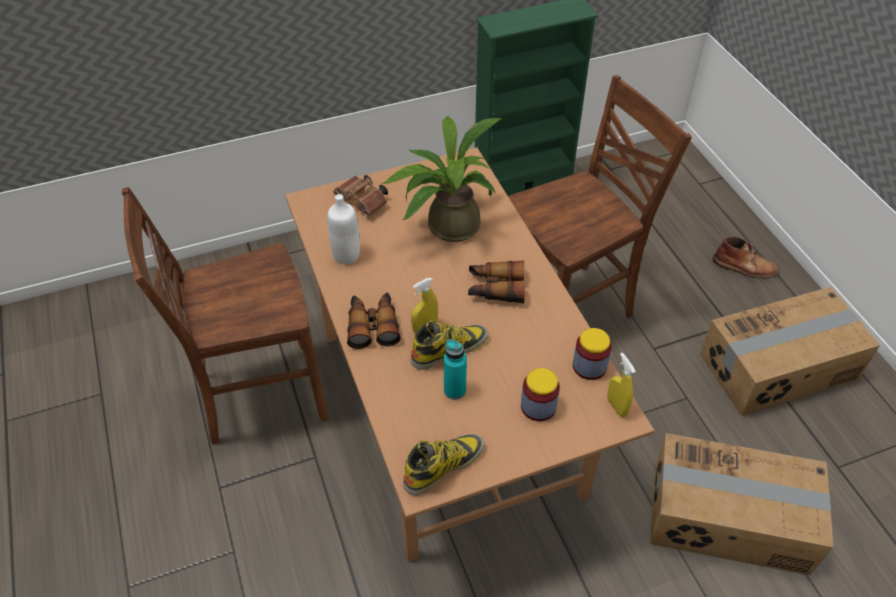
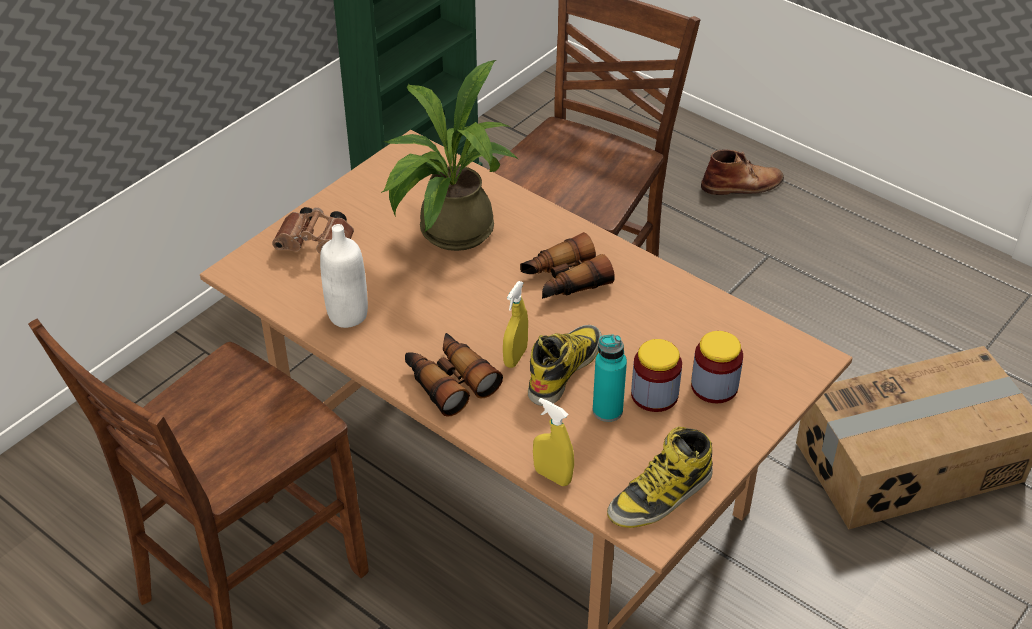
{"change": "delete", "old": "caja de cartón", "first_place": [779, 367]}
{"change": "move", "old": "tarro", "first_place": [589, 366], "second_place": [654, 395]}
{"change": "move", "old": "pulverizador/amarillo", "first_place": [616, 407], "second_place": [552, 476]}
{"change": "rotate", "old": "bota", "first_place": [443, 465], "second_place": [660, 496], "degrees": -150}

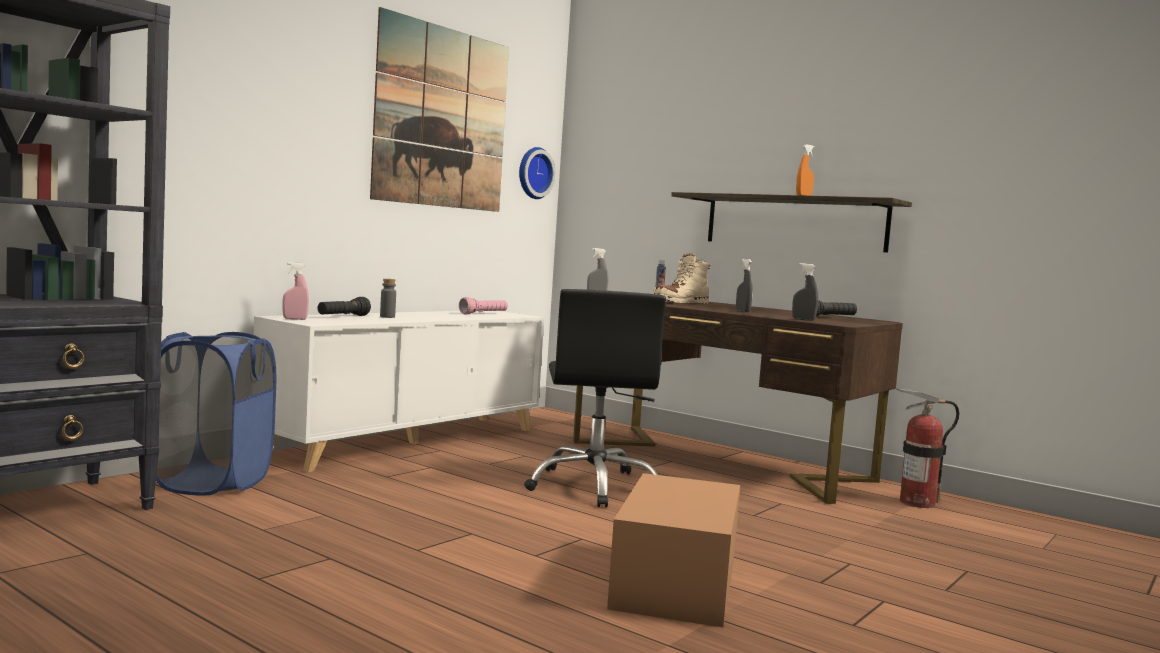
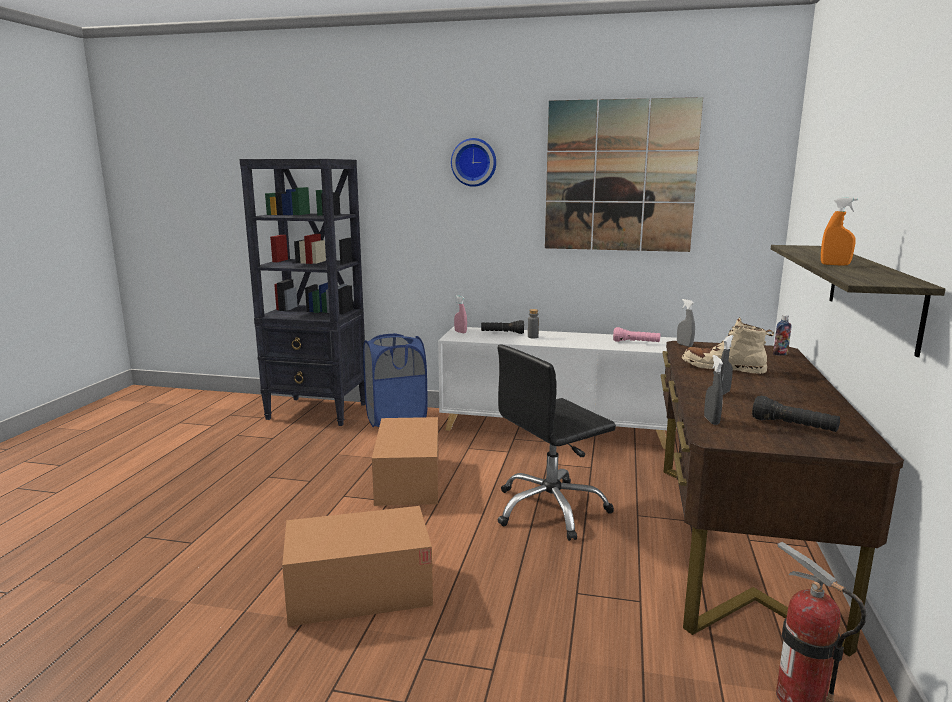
{"change": "move", "old": "reloj de pared", "first_place": [533, 173], "second_place": [474, 162]}
{"change": "insert", "new": "caja de cartón", "second_place": [408, 480]}

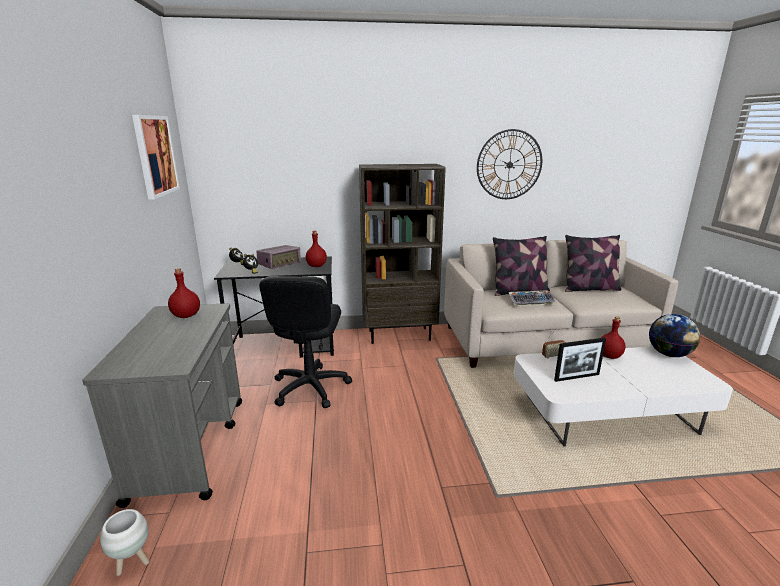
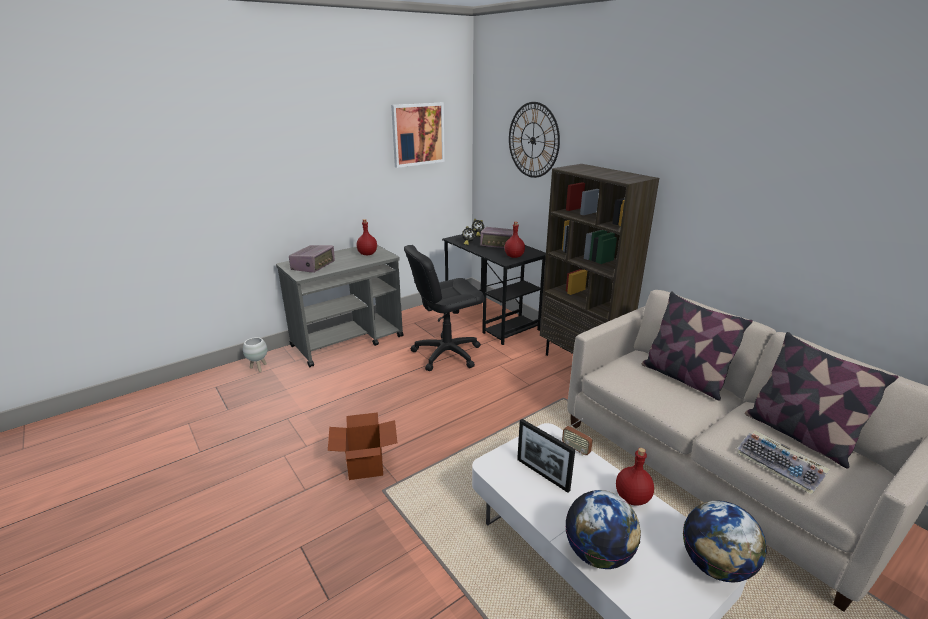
{"change": "move", "old": "reloj de pared", "first_place": [509, 165], "second_place": [533, 140]}
{"change": "move", "old": "teclado", "first_place": [531, 301], "second_place": [780, 466]}
{"change": "insert", "new": "radio", "second_place": [313, 266]}
{"change": "insert", "new": "caja de cartón", "second_place": [365, 465]}
{"change": "insert", "new": "globo terráqueo", "second_place": [598, 553]}

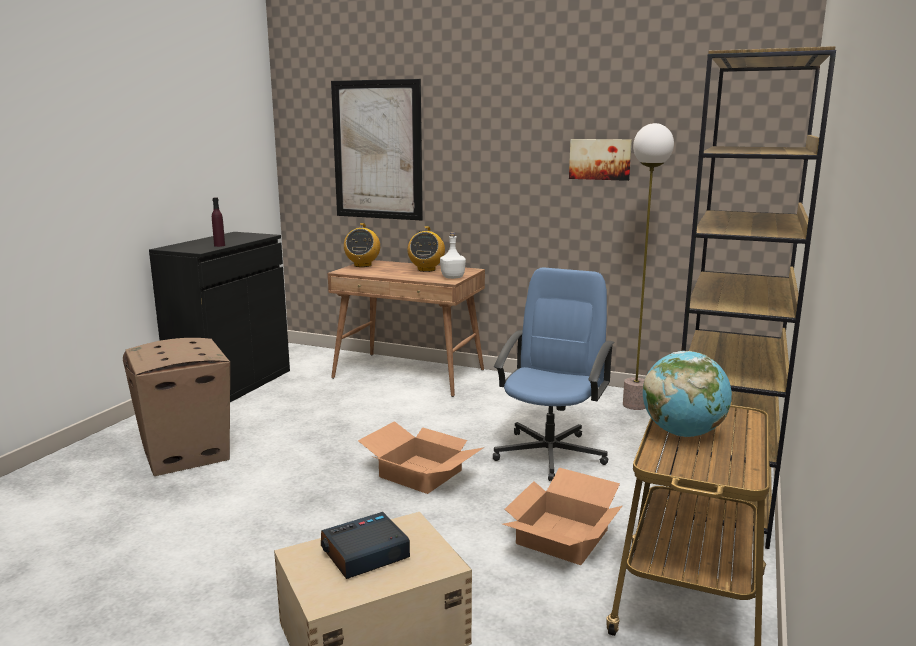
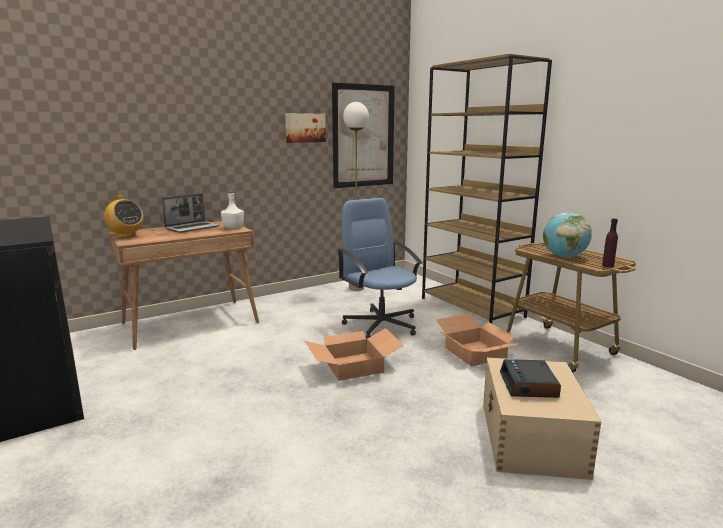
{"change": "move", "old": "cuadro", "first_place": [377, 150], "second_place": [363, 136]}
{"change": "move", "old": "botella/morado", "first_place": [219, 245], "second_place": [607, 266]}
{"change": "replace", "old": "radio", "new": "portátil", "first_place": [426, 269], "second_place": [193, 228]}
{"change": "delete", "old": "caja de cartón", "first_place": [186, 454]}

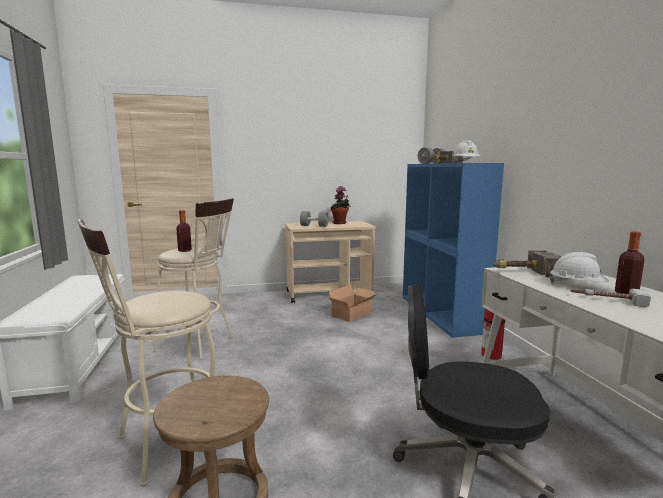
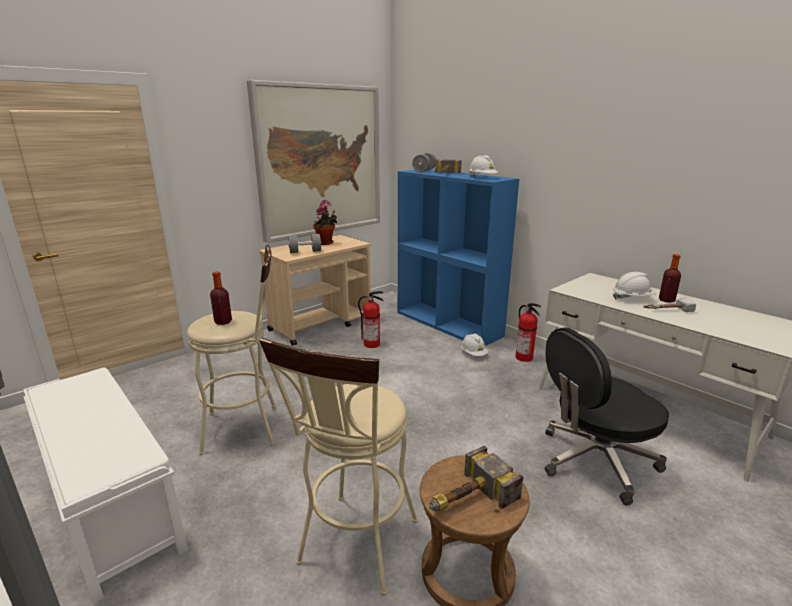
{"change": "move", "old": "martillo", "first_place": [523, 272], "second_place": [466, 499]}
{"change": "replace", "old": "caja de cartón", "new": "extintor", "first_place": [353, 314], "second_place": [372, 344]}
{"change": "insert", "new": "cuadro", "second_place": [320, 161]}
{"change": "insert", "new": "casco/blanco", "second_place": [473, 354]}

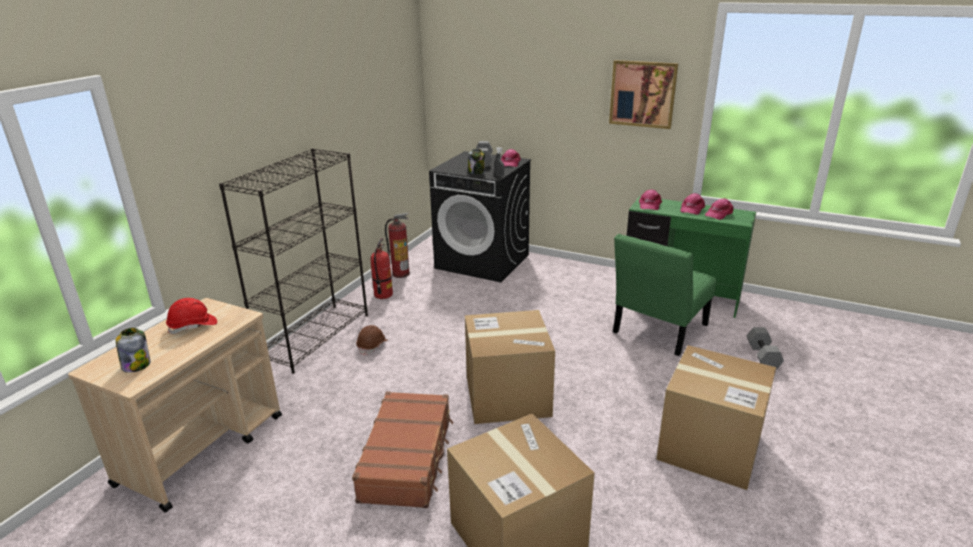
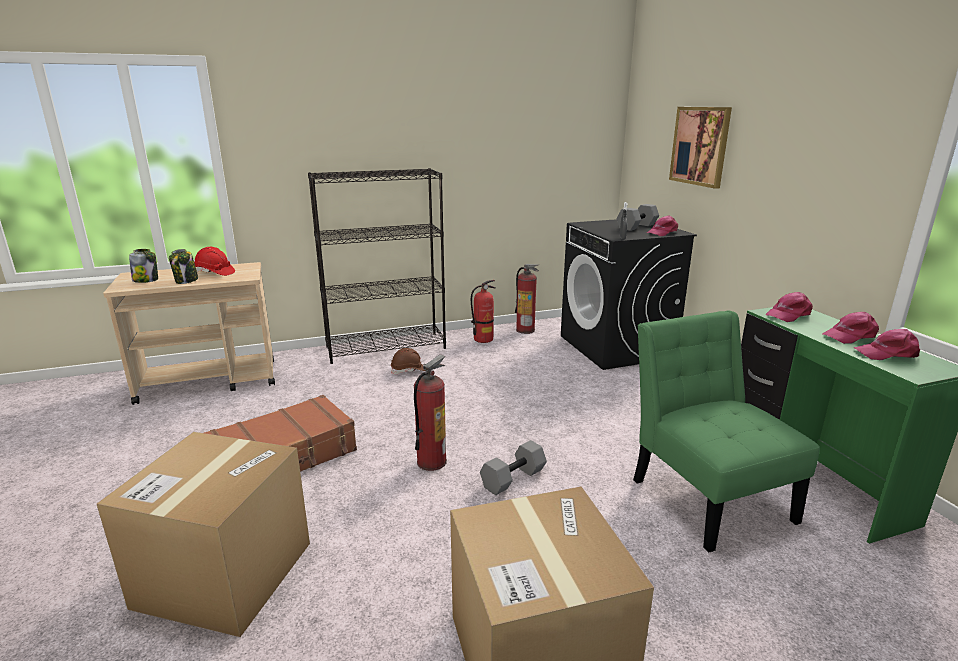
{"change": "move", "old": "cuadro", "first_place": [642, 94], "second_place": [700, 146]}
{"change": "move", "old": "tarro", "first_place": [477, 172], "second_place": [186, 281]}
{"change": "rotate", "old": "silla/verde", "first_place": [657, 331], "second_place": [706, 495], "degrees": 75}
{"change": "replace", "old": "caja de cartón", "new": "extintor", "first_place": [507, 396], "second_place": [431, 461]}
{"change": "move", "old": "mancuerna/gris", "first_place": [763, 356], "second_place": [513, 479]}

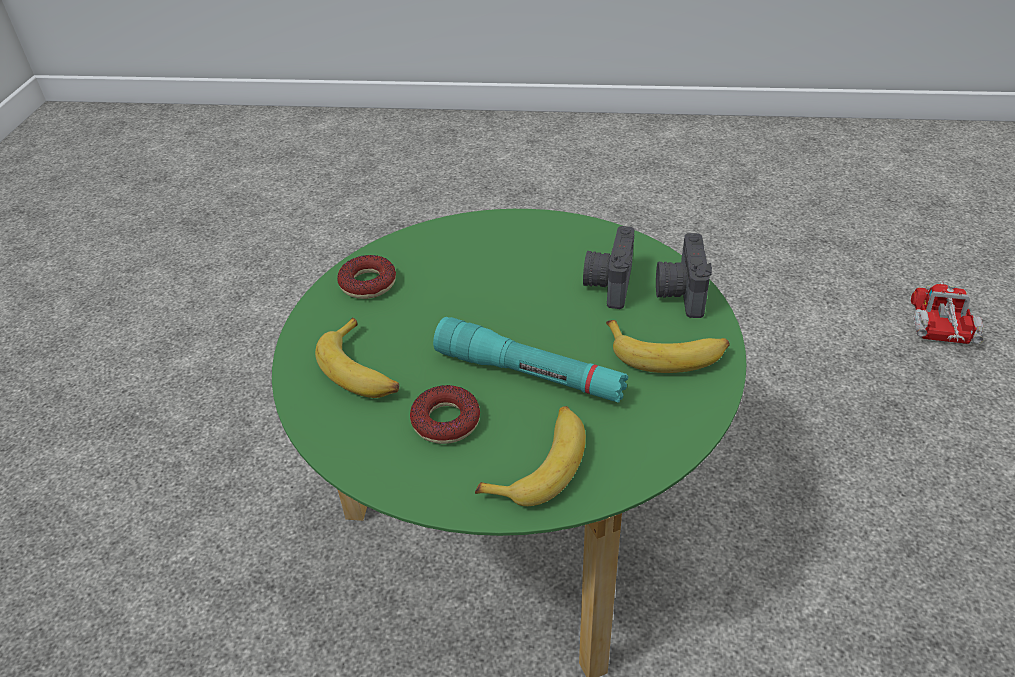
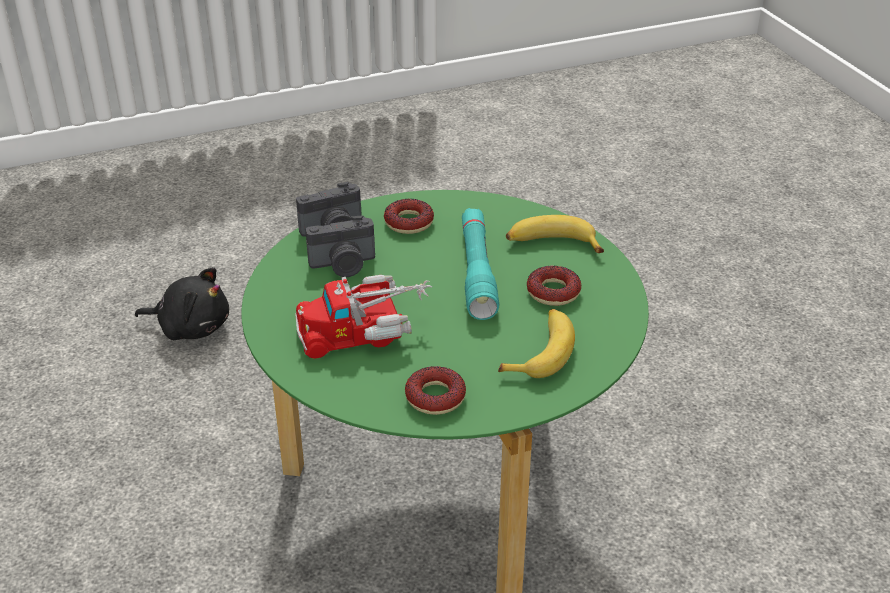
{"change": "move", "old": "camión de juguete", "first_place": [941, 330], "second_place": [365, 329]}
{"change": "replace", "old": "plátano", "new": "rosquilla", "first_place": [667, 354], "second_place": [409, 222]}
{"change": "insert", "new": "peluche/negro", "second_place": [191, 327]}

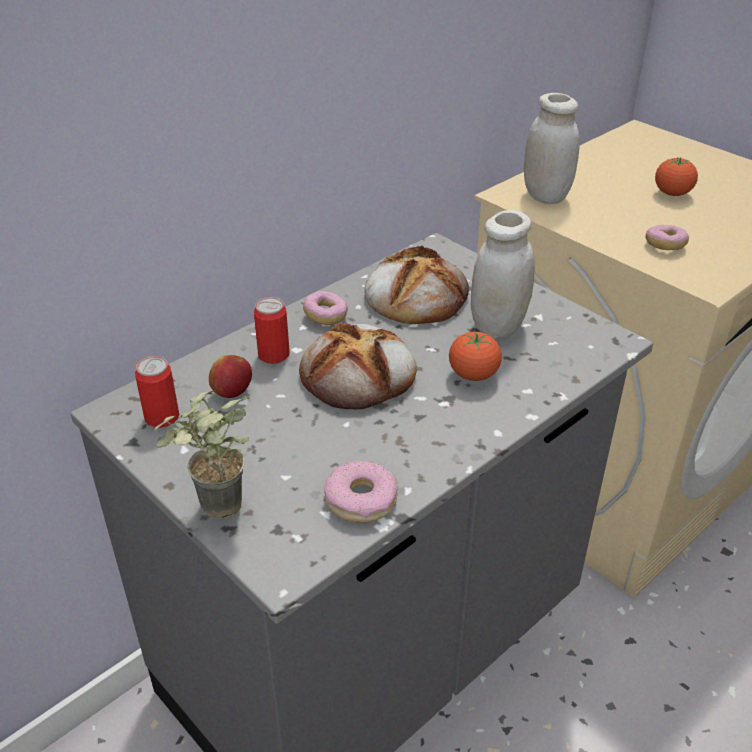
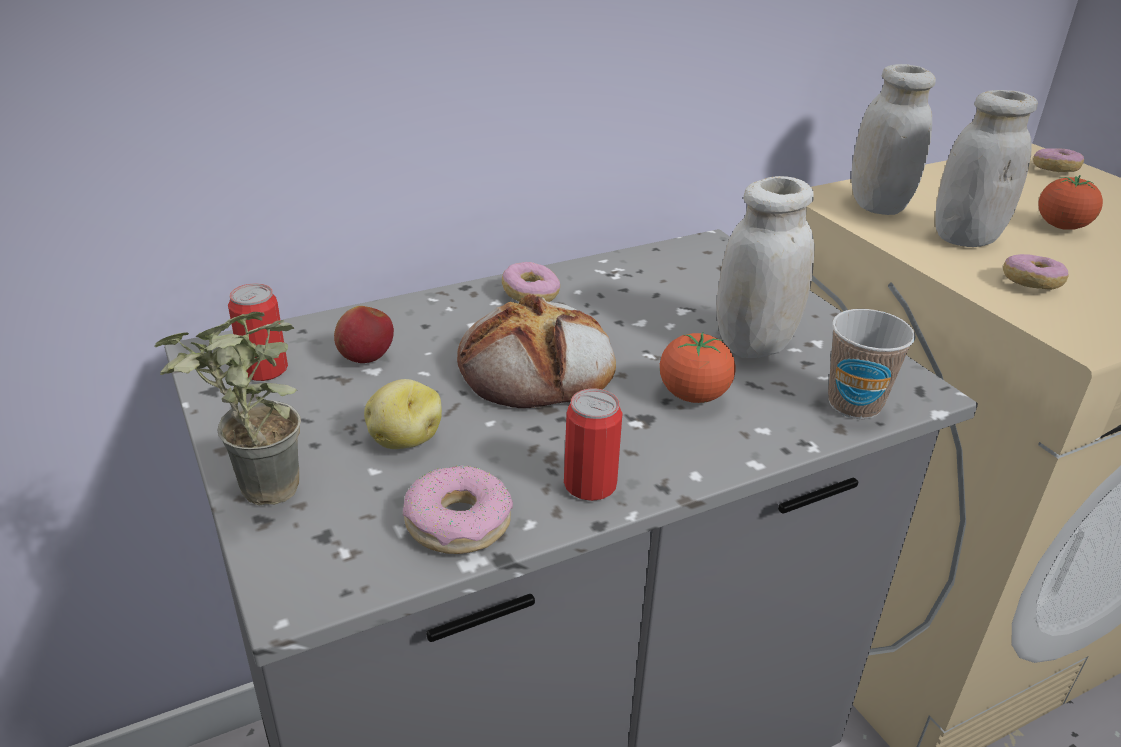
{"change": "delete", "old": "pan", "first_place": [415, 295]}
{"change": "move", "old": "lata", "first_place": [274, 355], "second_place": [590, 485]}
{"change": "insert", "new": "tarro/blanco", "second_place": [965, 237]}
{"change": "insert", "new": "rosquilla", "second_place": [1054, 170]}
{"change": "insert", "new": "taza", "second_place": [854, 404]}
{"change": "insert", "new": "patata", "second_place": [404, 439]}

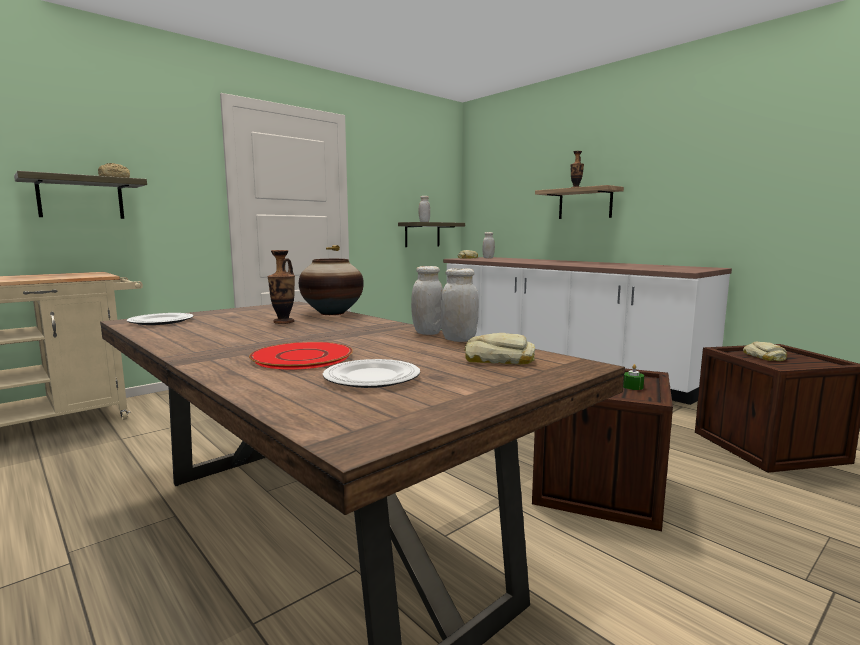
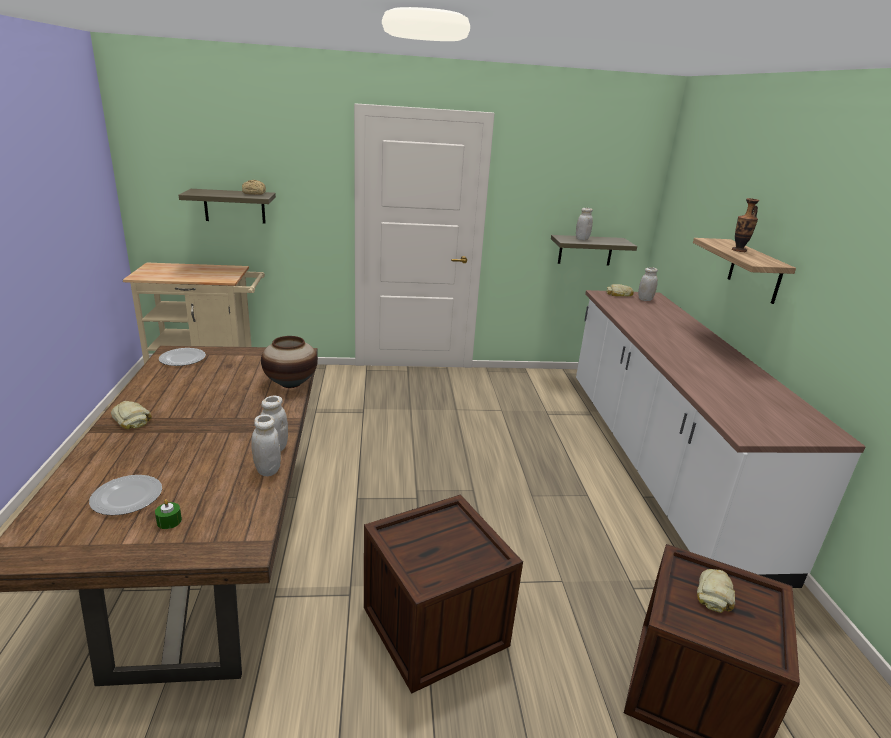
{"change": "delete", "old": "florero", "first_place": [283, 322]}
{"change": "move", "old": "pan", "first_place": [498, 359], "second_place": [131, 419]}
{"change": "delete", "old": "plato/rojo", "first_place": [302, 357]}
{"change": "move", "old": "vela/verde", "first_place": [632, 387], "second_place": [169, 521]}

